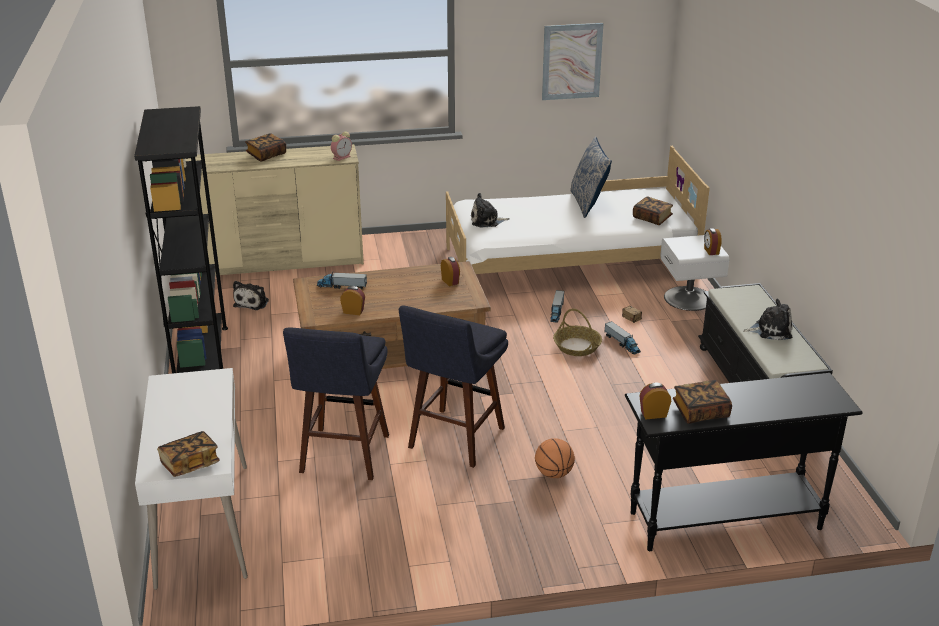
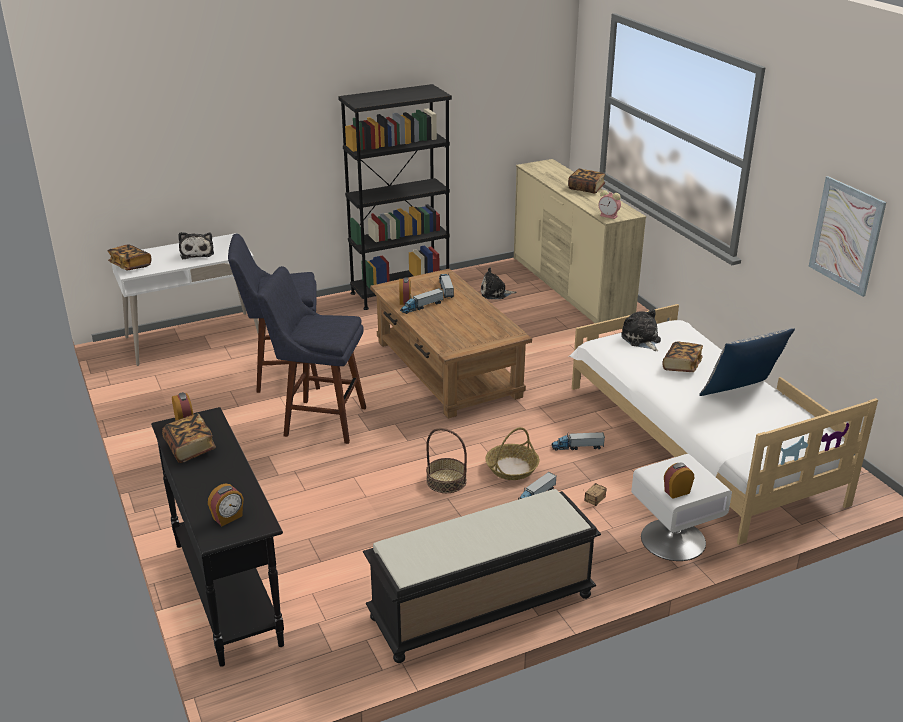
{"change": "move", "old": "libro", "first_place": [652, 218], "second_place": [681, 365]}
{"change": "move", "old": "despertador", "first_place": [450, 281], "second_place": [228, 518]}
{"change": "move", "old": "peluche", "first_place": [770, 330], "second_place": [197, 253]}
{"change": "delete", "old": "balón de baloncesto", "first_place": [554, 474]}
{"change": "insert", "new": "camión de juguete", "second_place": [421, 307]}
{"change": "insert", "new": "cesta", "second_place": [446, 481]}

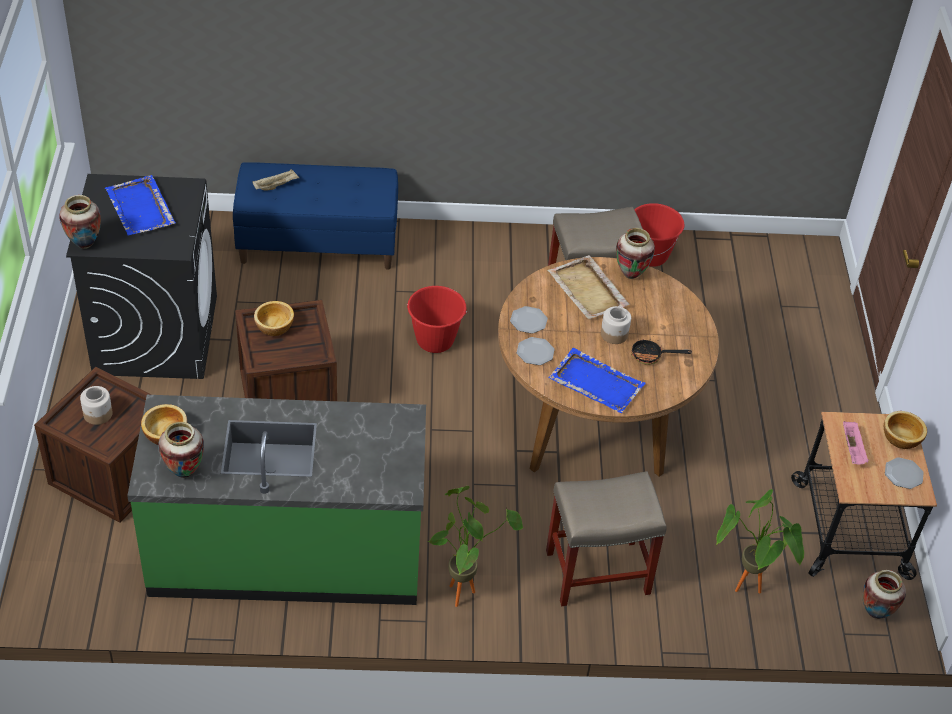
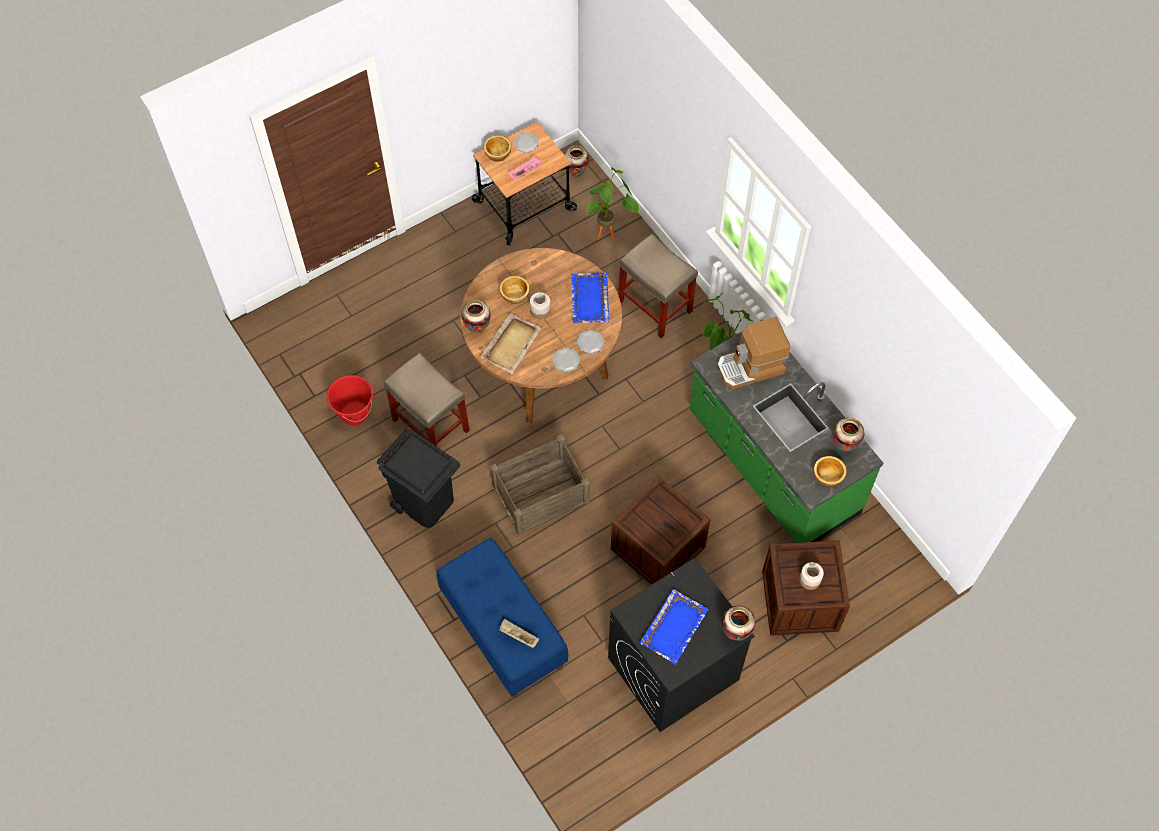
{"change": "replace", "old": "cubo/rojo", "new": "caja de embalaje", "first_place": [435, 340], "second_place": [541, 494]}
{"change": "move", "old": "cuenco", "first_place": [274, 327], "second_place": [515, 294]}
{"change": "delete", "old": "sartén", "first_place": [651, 356]}
{"change": "insert", "new": "cafetera", "second_place": [751, 368]}
{"change": "insert", "new": "papelera/negro", "second_place": [425, 502]}

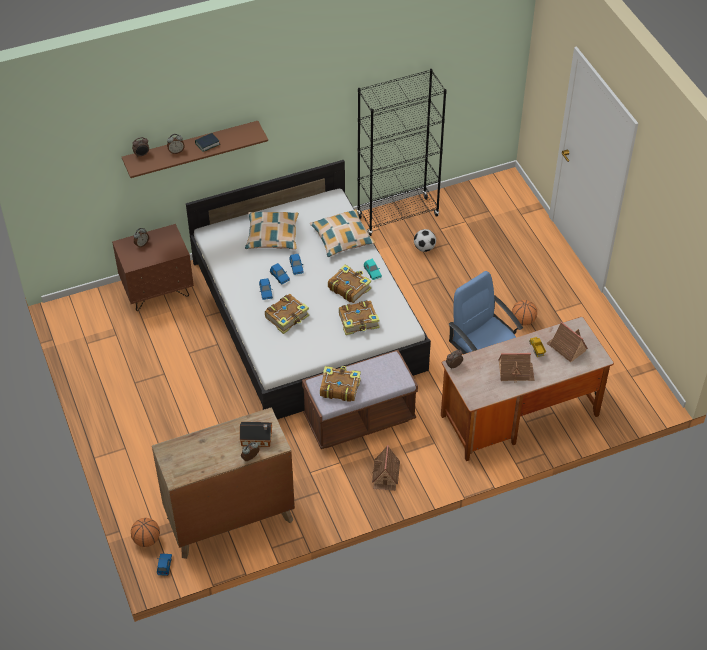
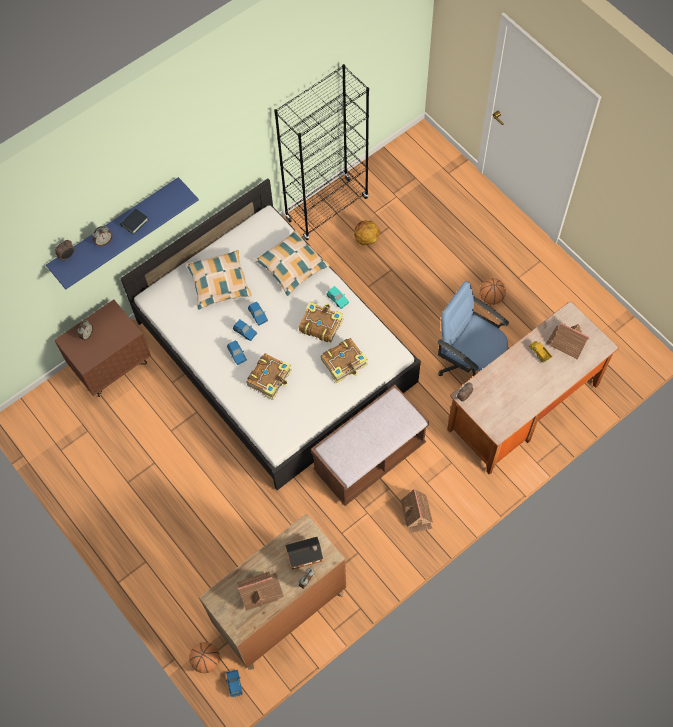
{"change": "recolor", "old": "estante/marrón", "new": "estante/azul", "first_place": [191, 148], "second_place": [116, 228]}
{"change": "replace", "old": "balón de fútbol", "new": "balón de baloncesto", "first_place": [424, 248], "second_place": [366, 239]}
{"change": "move", "old": "casita", "first_place": [515, 372], "second_place": [260, 591]}
{"change": "delete", "old": "libro", "first_place": [339, 387]}

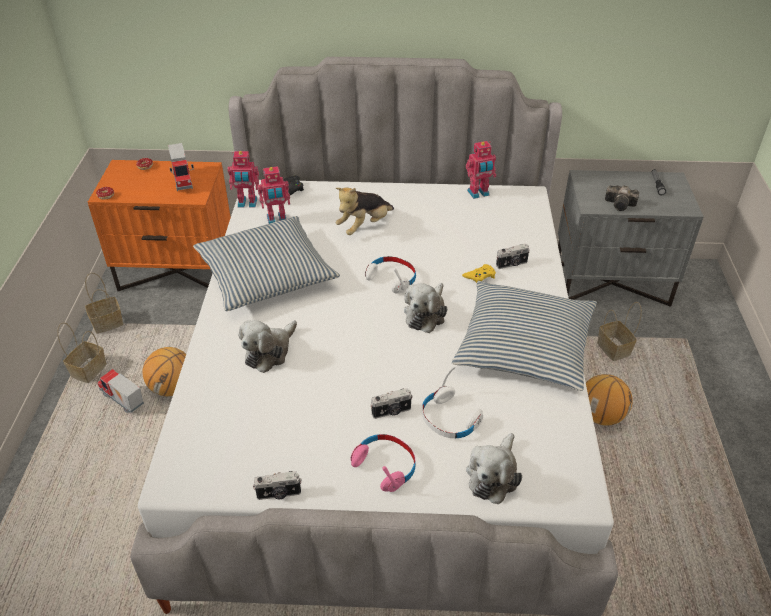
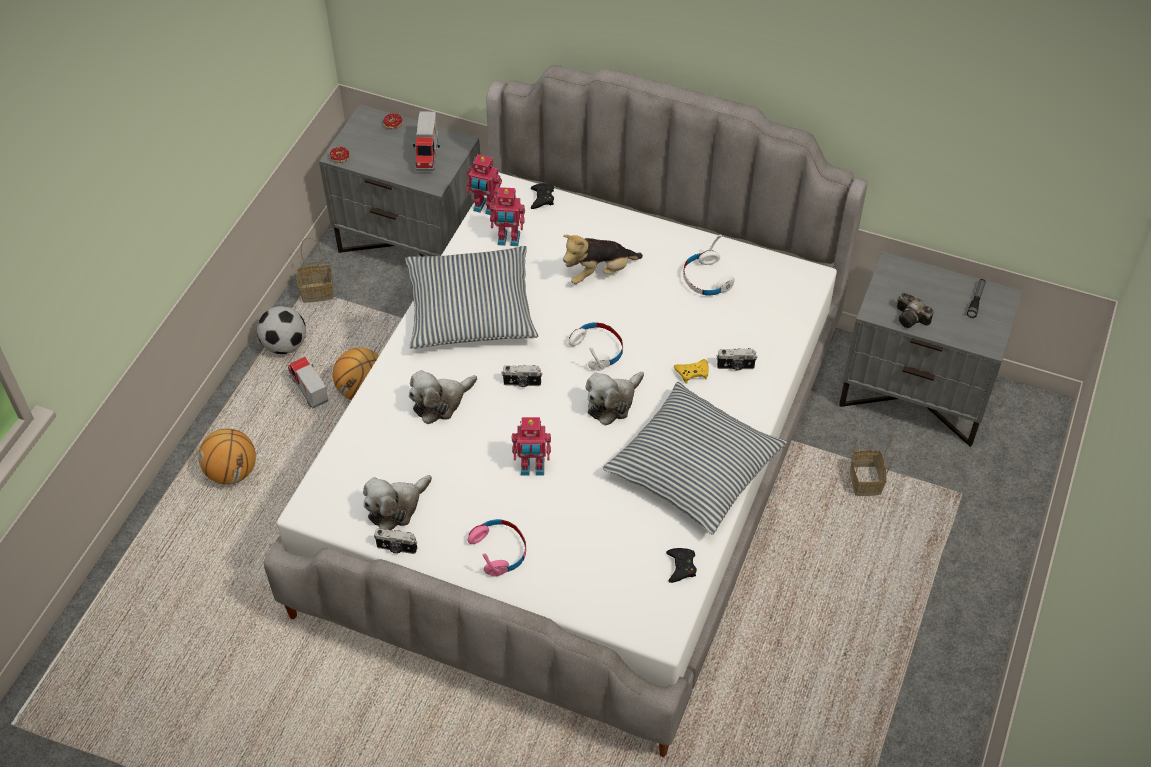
{"change": "move", "old": "robot de juguete", "first_place": [479, 193], "second_place": [532, 468]}
{"change": "recolor", "old": "mesita de noche/naranja", "new": "mesita de noche/gris", "first_place": [178, 270], "second_place": [411, 242]}
{"change": "replace", "old": "cesta", "new": "balón de fútbol", "first_place": [89, 369], "second_place": [285, 345]}
{"change": "move", "old": "auriculares/blanco", "first_place": [449, 419], "second_place": [706, 279]}
{"change": "move", "old": "balón de baloncesto", "first_place": [601, 416], "second_place": [232, 472]}
{"change": "move", "old": "cámara", "first_place": [391, 412], "second_place": [522, 383]}
{"change": "move", "old": "peluche", "first_place": [493, 475], "second_place": [396, 507]}
{"change": "insert", "new": "mando de consola/negro", "second_place": [681, 567]}

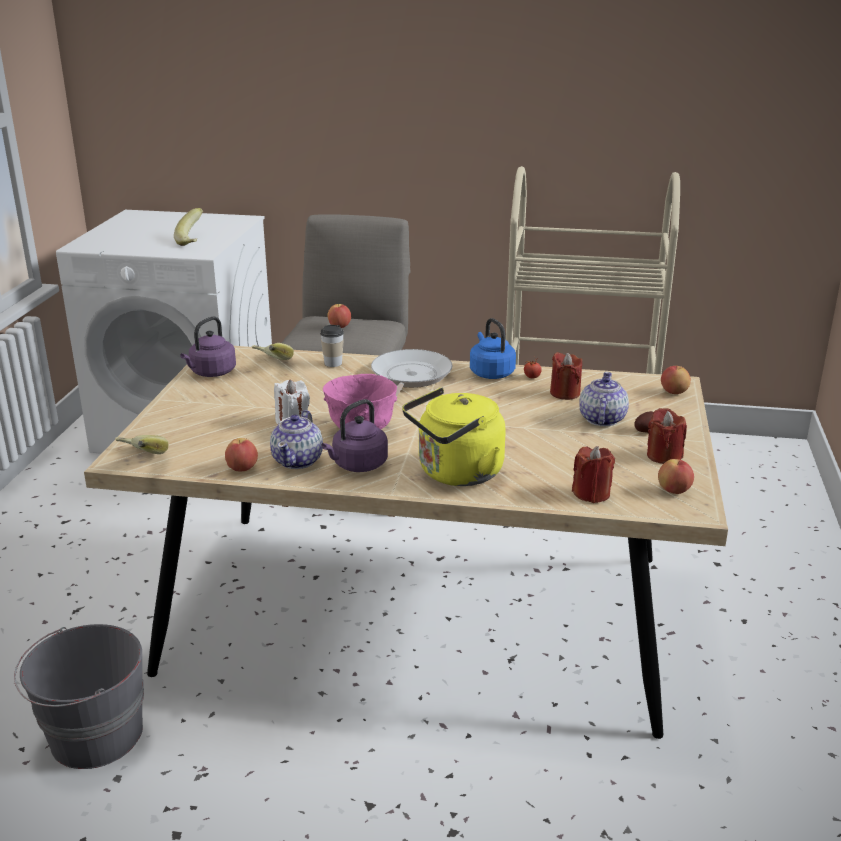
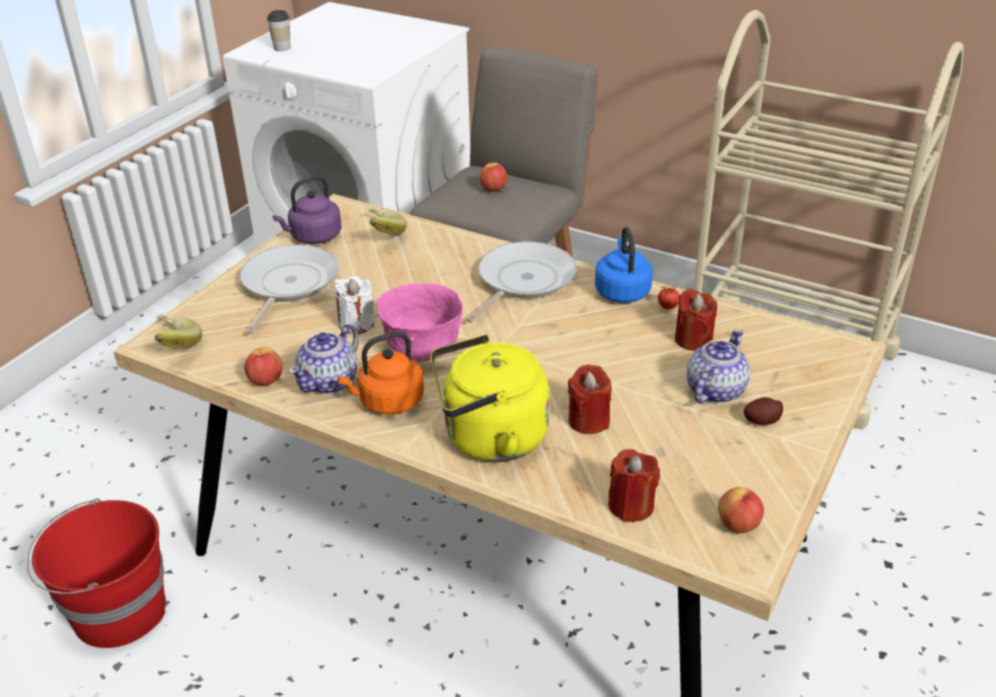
{"change": "delete", "old": "plátano", "first_place": [194, 241]}
{"change": "move", "old": "taza", "first_place": [333, 363], "second_place": [282, 48]}
{"change": "delete", "old": "manzana", "first_place": [673, 392]}
{"change": "recolor", "old": "hervidor/morado", "new": "hervidor/naranja", "first_place": [357, 465], "second_place": [388, 402]}
{"change": "move", "old": "vela/rojo", "first_place": [663, 456], "second_place": [588, 420]}
{"change": "recolor", "old": "cubo/gris", "new": "cubo/rojo", "first_place": [94, 737], "second_place": [117, 612]}
{"change": "insert", "new": "sartén", "second_place": [287, 285]}

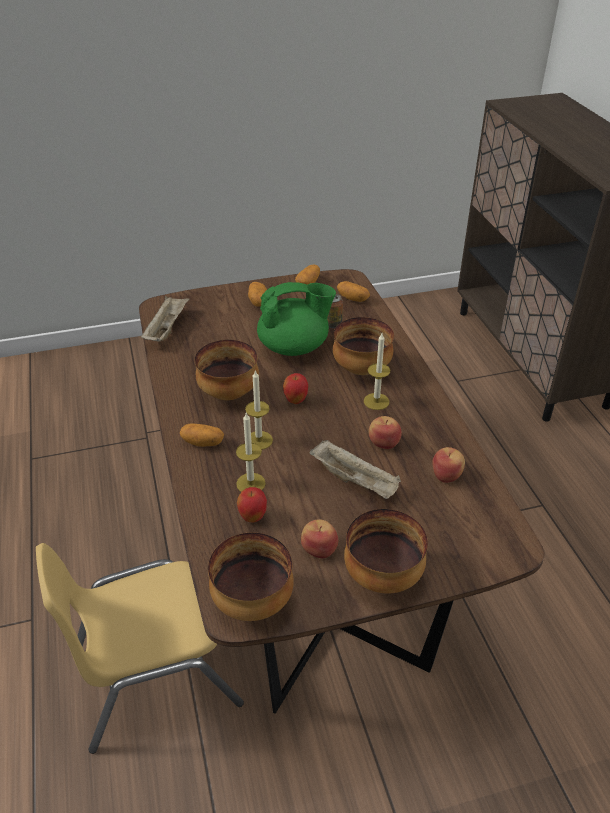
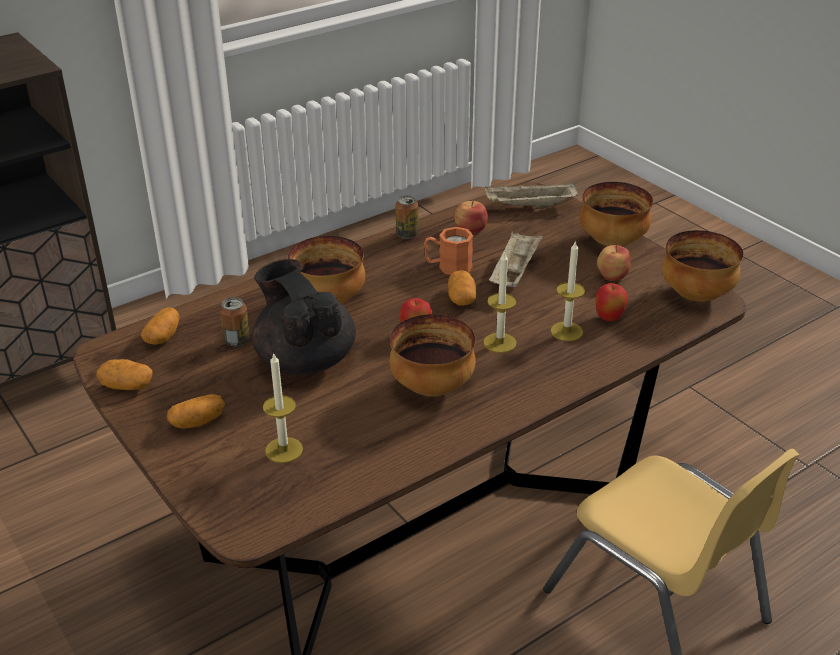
{"change": "recolor", "old": "tetera/verde", "new": "tetera/negro", "first_place": [294, 347], "second_place": [305, 360]}
{"change": "move", "old": "bandeja/beis", "first_place": [166, 329], "second_place": [529, 207]}
{"change": "move", "old": "vela", "first_place": [376, 401], "second_place": [284, 450]}
{"change": "replace", "old": "manzana", "new": "taza grande/naranja", "first_place": [384, 442], "second_place": [448, 267]}
{"change": "move", "old": "patata", "first_place": [203, 442], "second_place": [461, 299]}
{"change": "insert", "new": "lata", "second_place": [407, 234]}

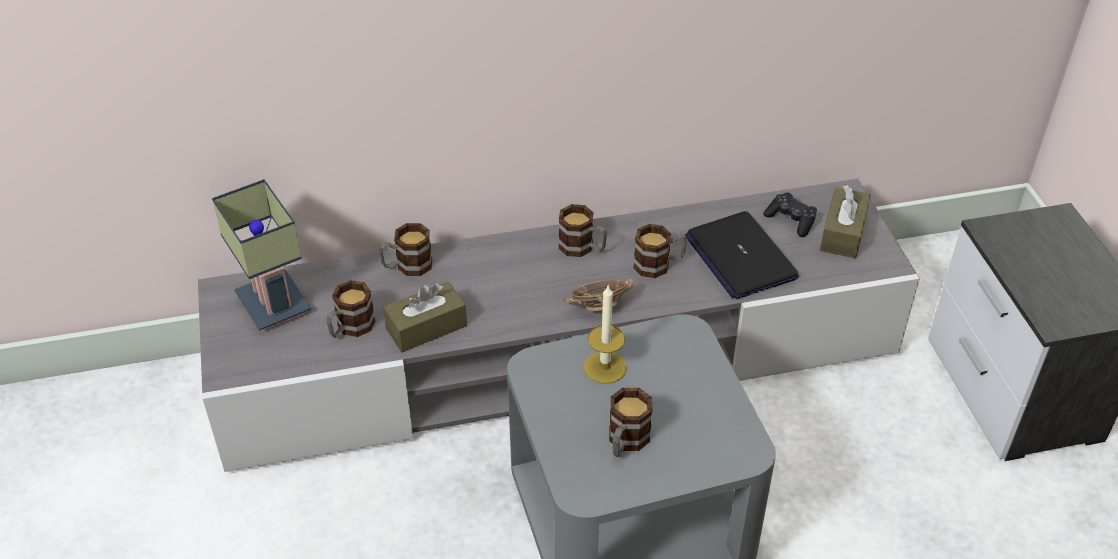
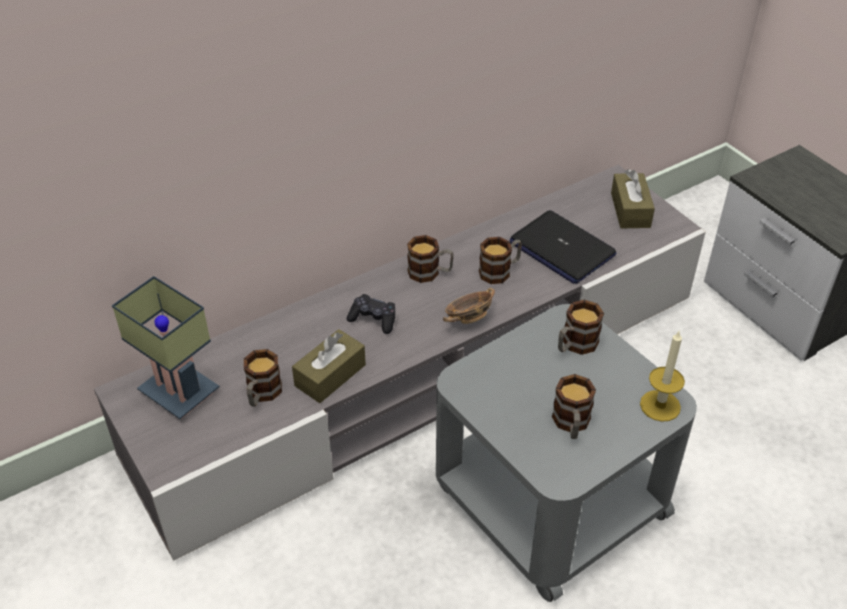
{"change": "move", "old": "mando de consola/negro", "first_place": [791, 220], "second_place": [373, 319]}
{"change": "move", "old": "taza grande", "first_place": [407, 266], "second_place": [575, 345]}
{"change": "move", "old": "vela", "first_place": [605, 367], "second_place": [660, 405]}

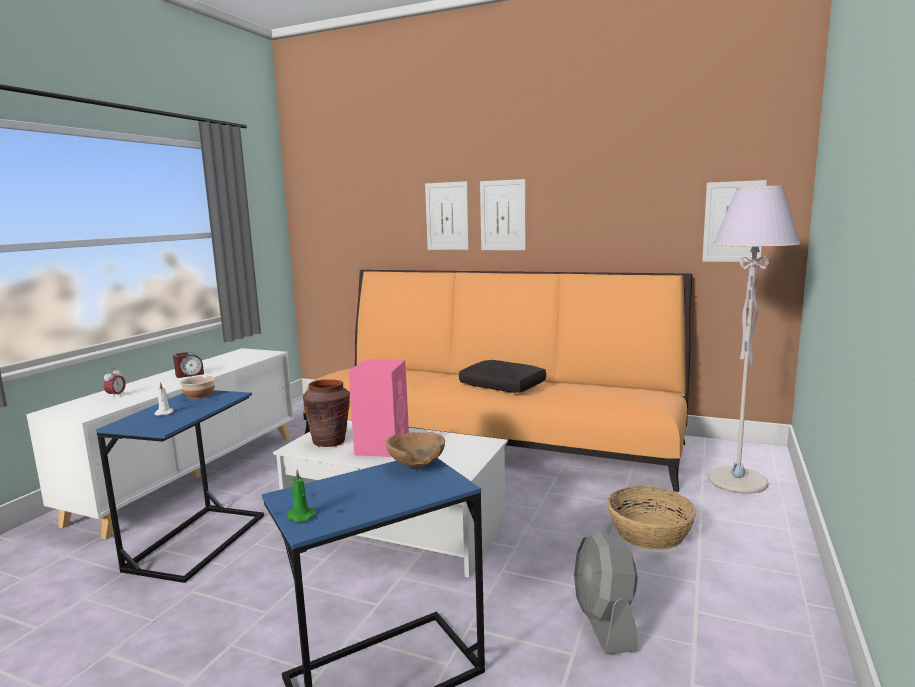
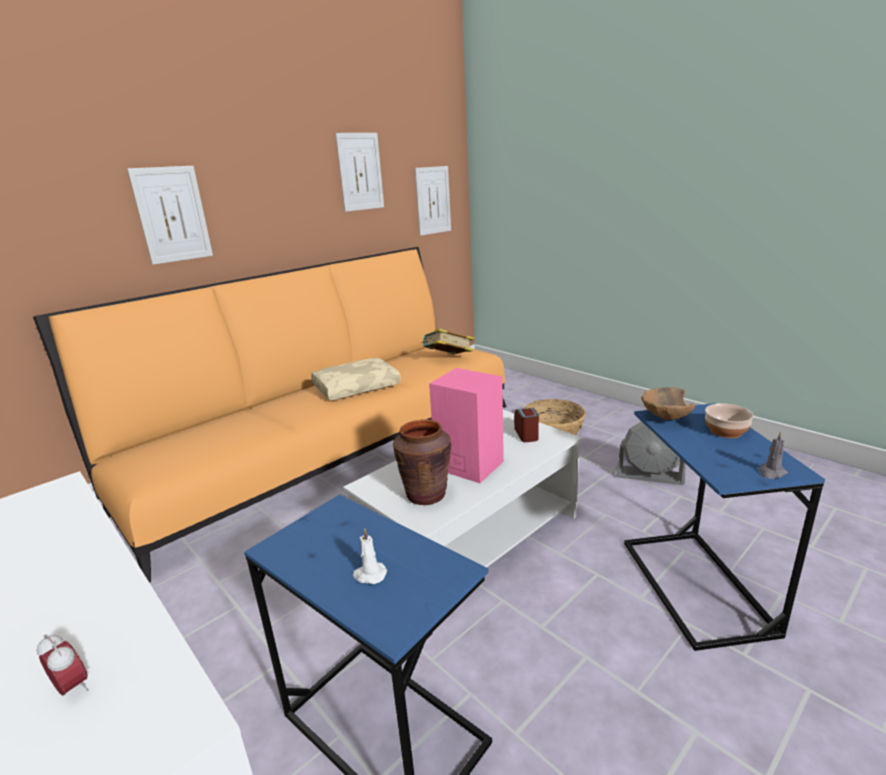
{"change": "move", "old": "cuadro", "first_place": [503, 215], "second_place": [360, 172]}
{"change": "delete", "old": "lámpara de pie/gris", "first_place": [737, 481]}
{"change": "move", "old": "despertador", "first_place": [189, 374], "second_place": [526, 434]}
{"change": "recolor", "old": "cojín/negro", "new": "cojín/beis", "first_place": [503, 385], "second_place": [357, 387]}
{"change": "move", "old": "cuenco", "first_place": [199, 395], "second_place": [726, 431]}
{"change": "recolor", "old": "vela/verde", "new": "vela/gris", "first_place": [300, 516], "second_place": [771, 473]}
{"change": "insert", "new": "libro", "second_place": [448, 359]}

